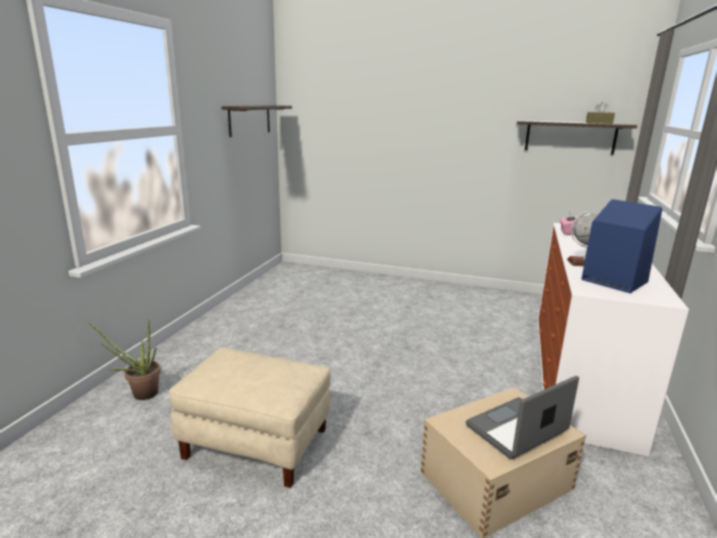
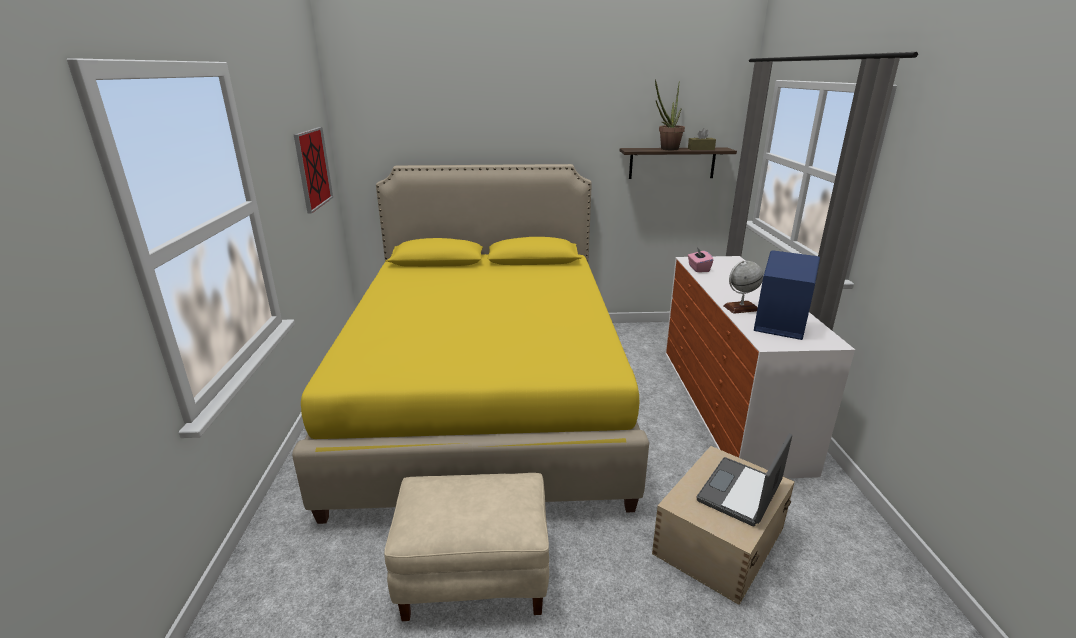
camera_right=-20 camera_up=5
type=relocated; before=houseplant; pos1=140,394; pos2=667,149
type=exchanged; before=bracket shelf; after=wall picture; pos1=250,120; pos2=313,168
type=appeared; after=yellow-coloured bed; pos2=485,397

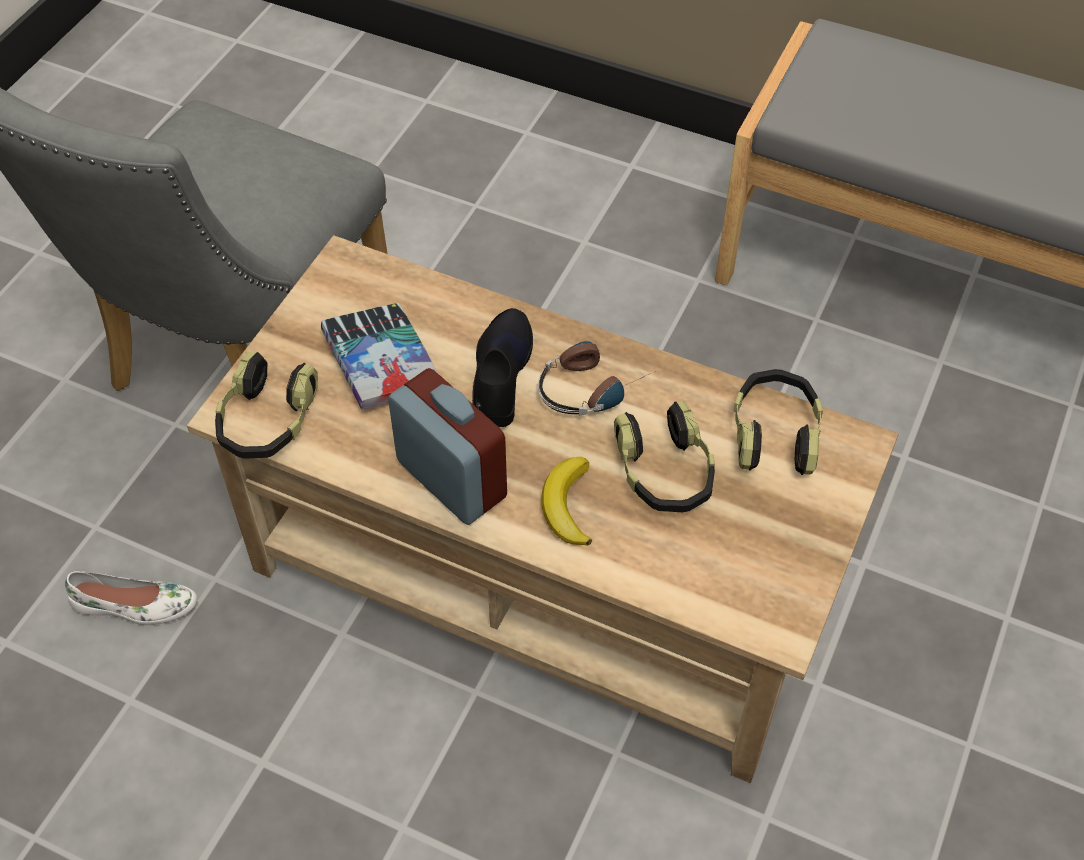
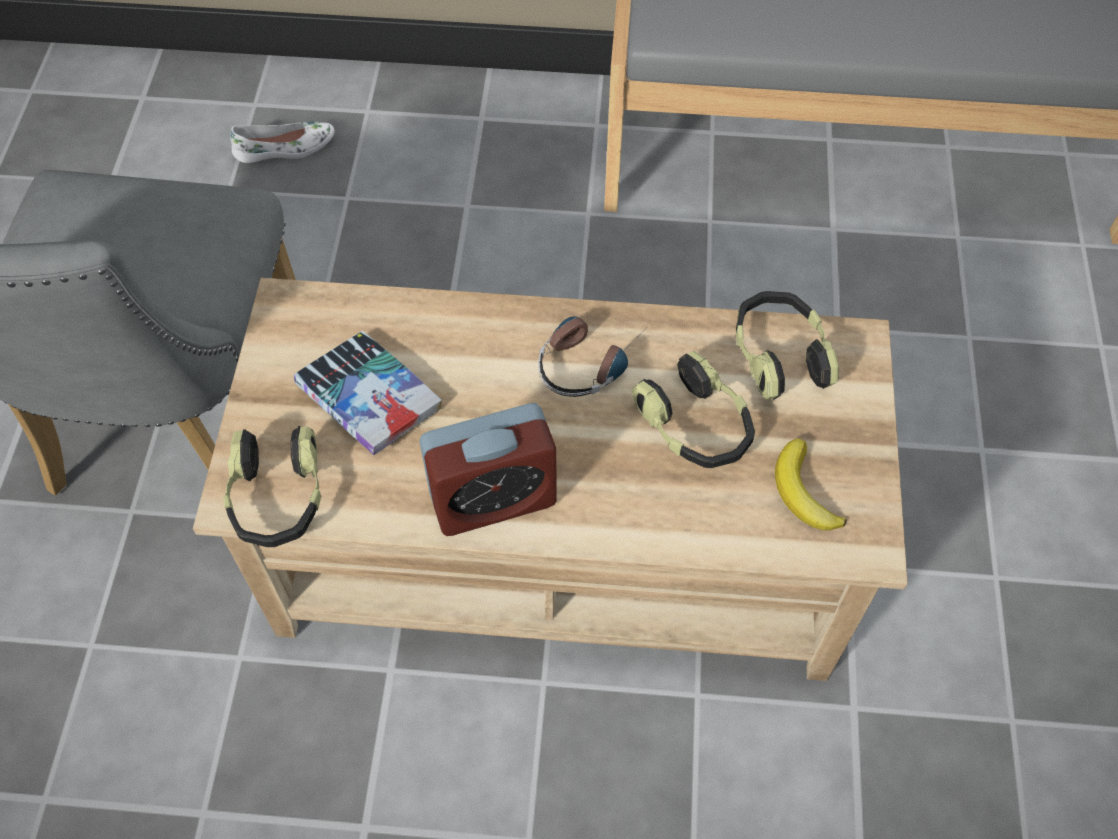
camera_right=-20 camera_up=5
type=relocated; before=whitish shoe; pos1=135,605; pos2=285,148
type=spun; before=table clock; pos1=451,480; pos2=493,499; turn=135
type=missing; before=black shoe; pos1=500,375
type=relocated; before=banana fruit; pos1=567,505; pos2=803,491

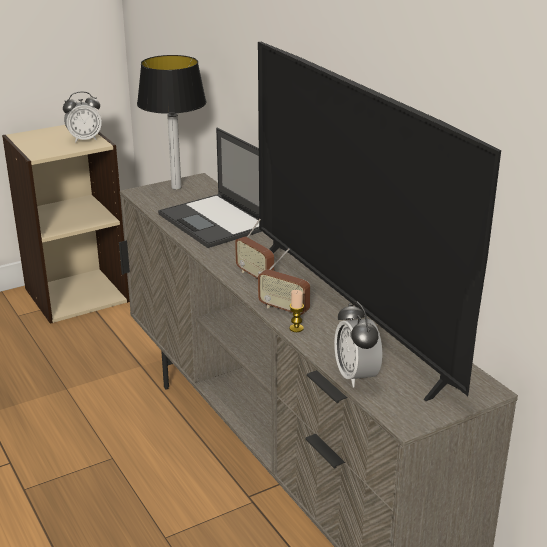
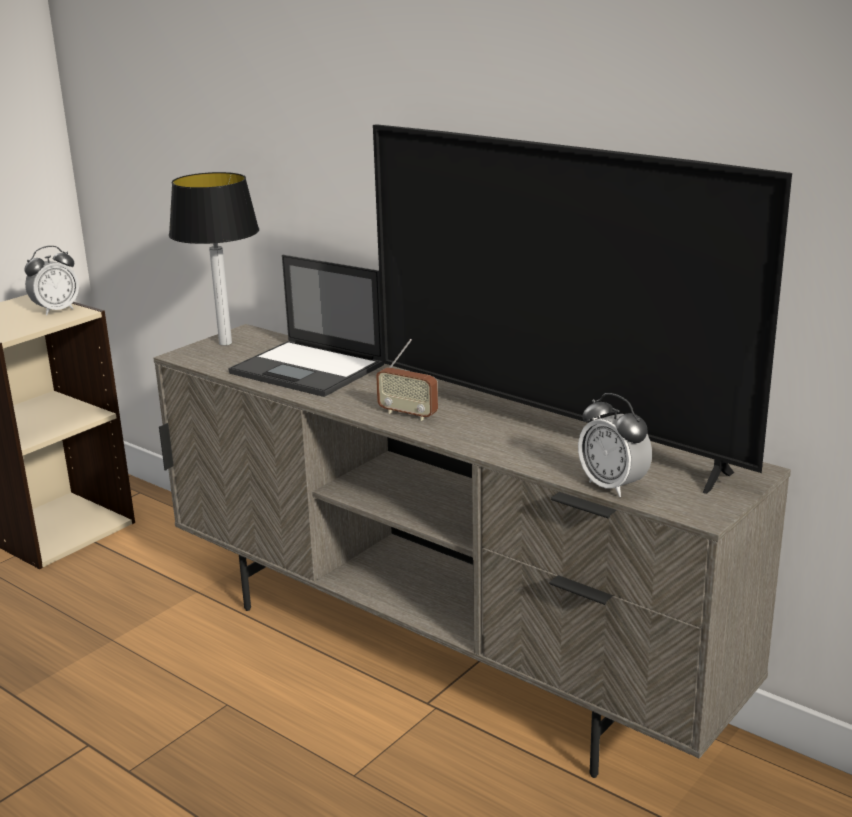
camera_right=-20 camera_up=-5
type=missing; before=radio receiver; pos1=284,309
type=missing; before=candle; pos1=296,328

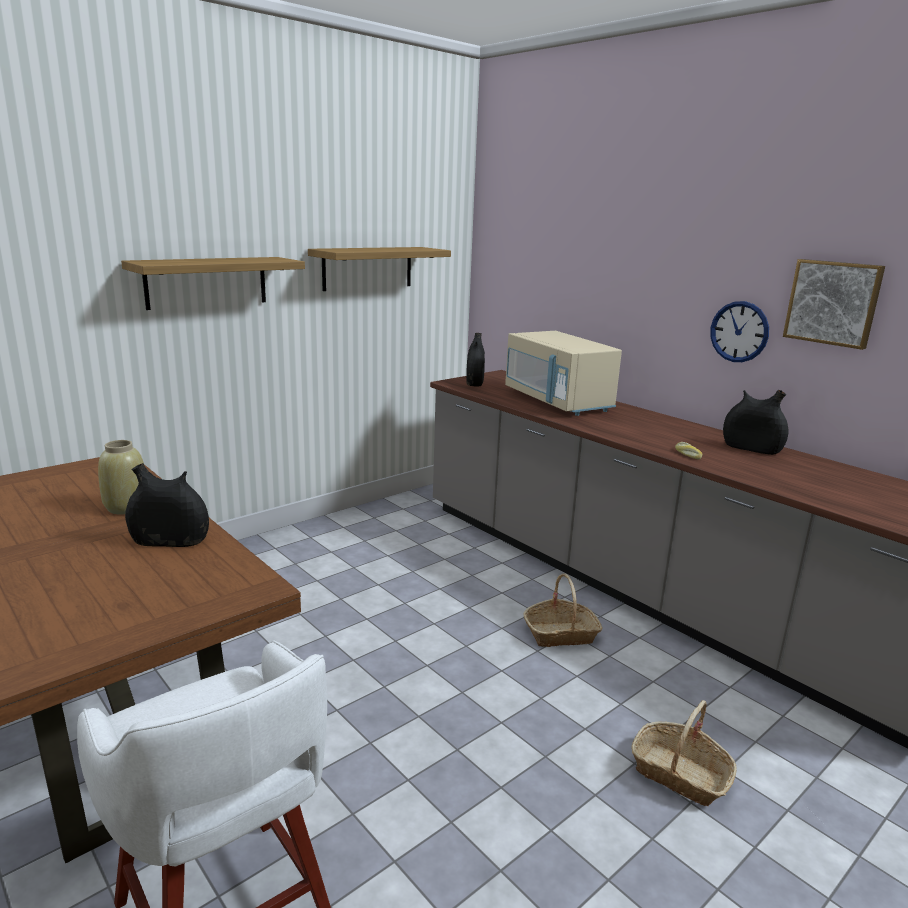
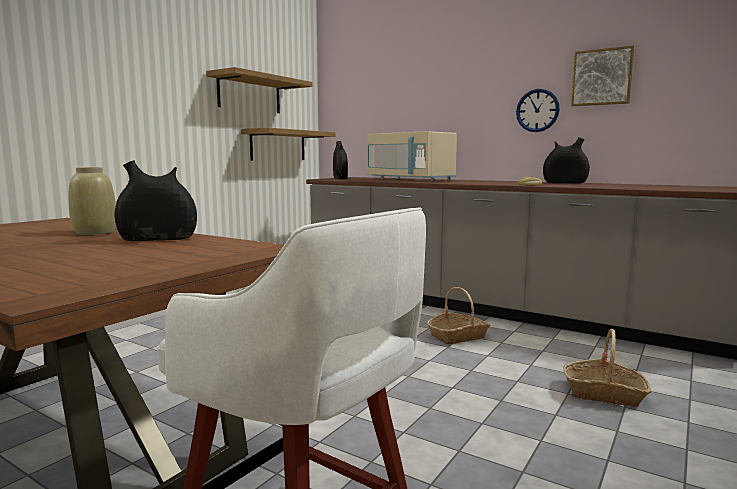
camera_right=-15 camera_up=-10
type=relocated; before=bracket shelf; pos1=206,282; pos2=278,145

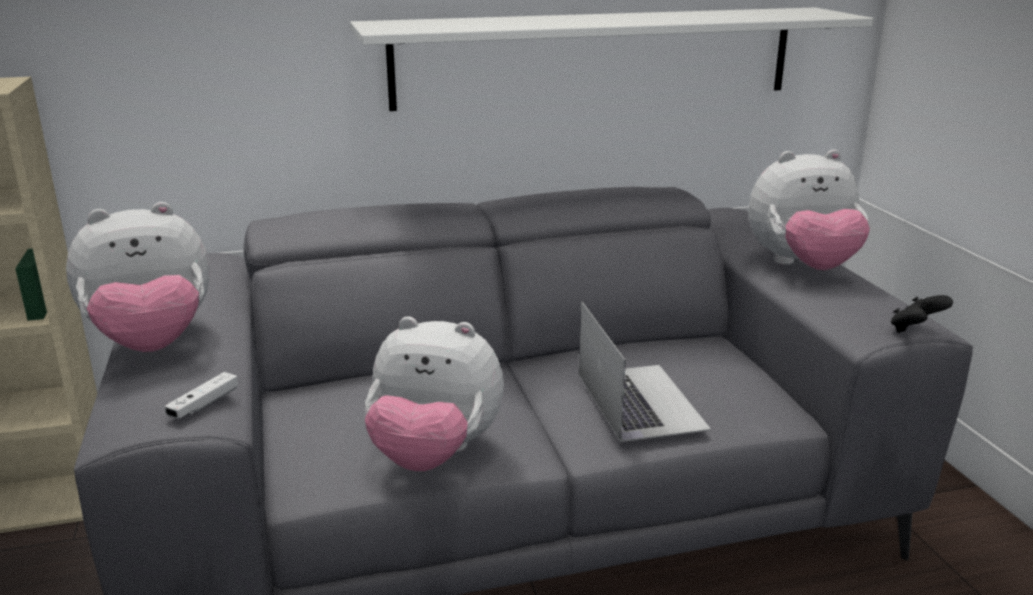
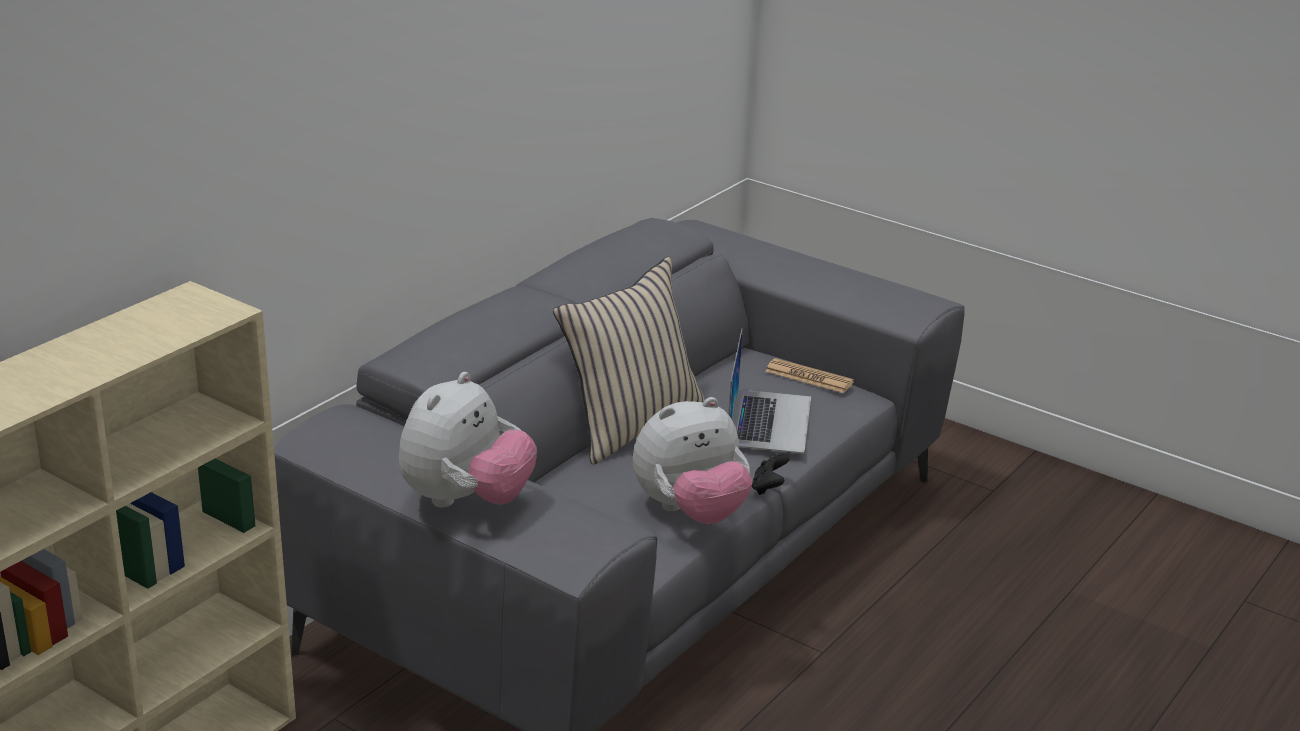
camera_right=-40 camera_up=5
type=missing; before=whitish game controller; pos1=204,404
type=missing; before=whitish bracket shelf; pos1=596,57
type=spun; before=portable computer; pos1=640,400; pos2=769,420; turn=60
type=missing; before=soft toy; pos1=802,267
type=relocated; before=black game controller; pos1=915,330; pos2=768,488
type=appeared; after=sand-coloured pillow; pos2=630,425
type=appeared; after=newspaper; pos2=809,377

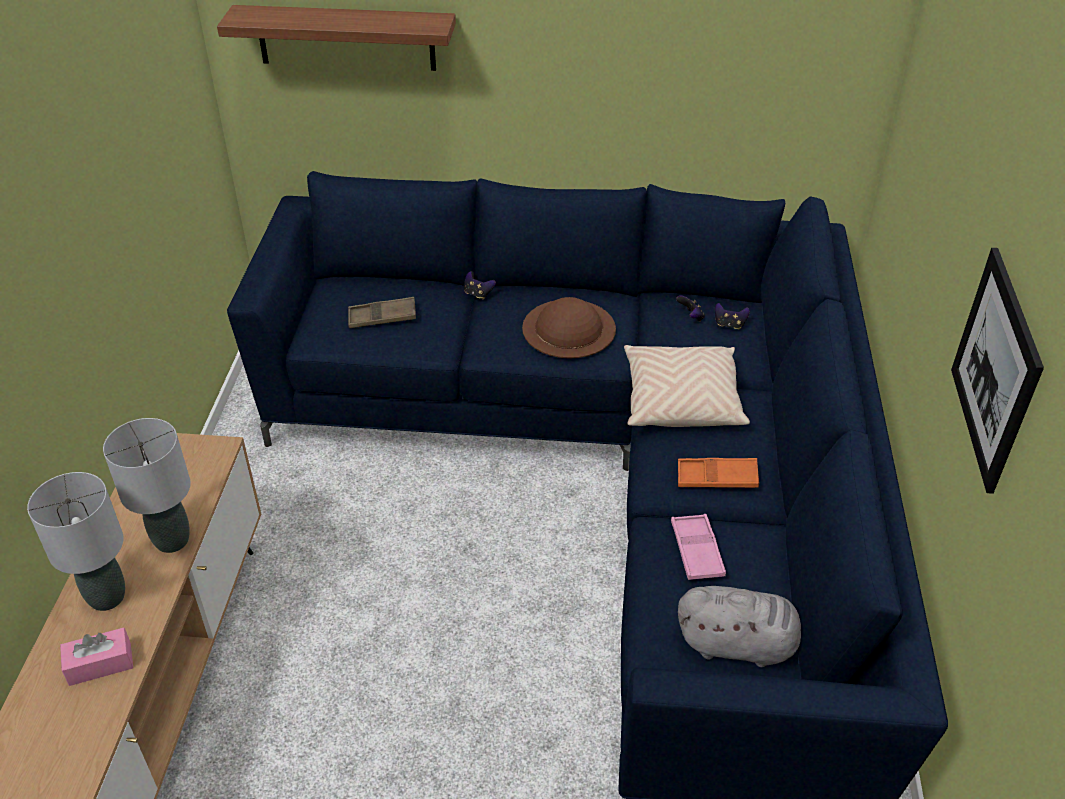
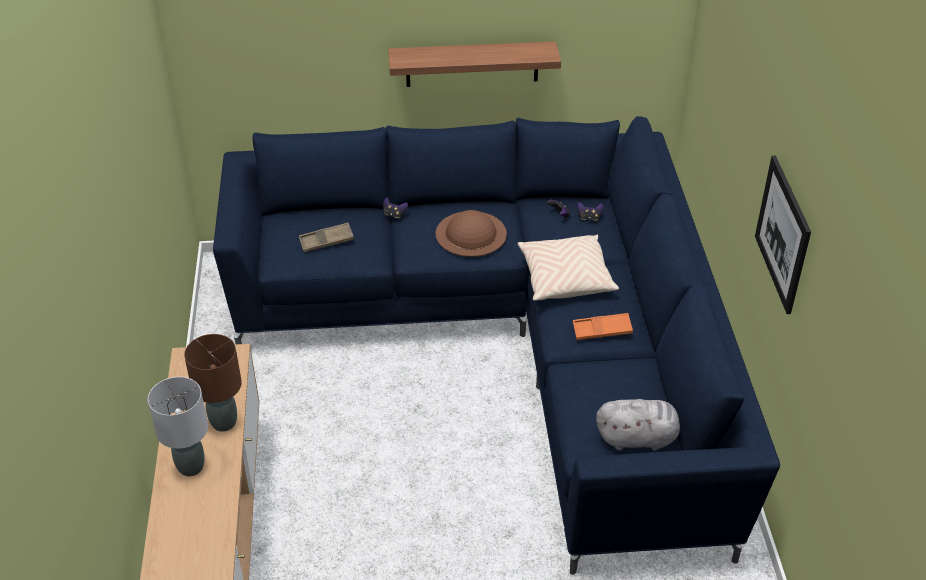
camera_right=-10 camera_up=0
type=missing; before=pink tissue holder; pos1=100,664
type=colour; before=greyish tabletop lamp; after=brownish tabletop lamp; pos1=171,540; pos2=223,422
type=relocated; before=bracket shelf; pos1=346,38; pos2=472,64
type=missing; before=pink serving tray; pos1=696,551

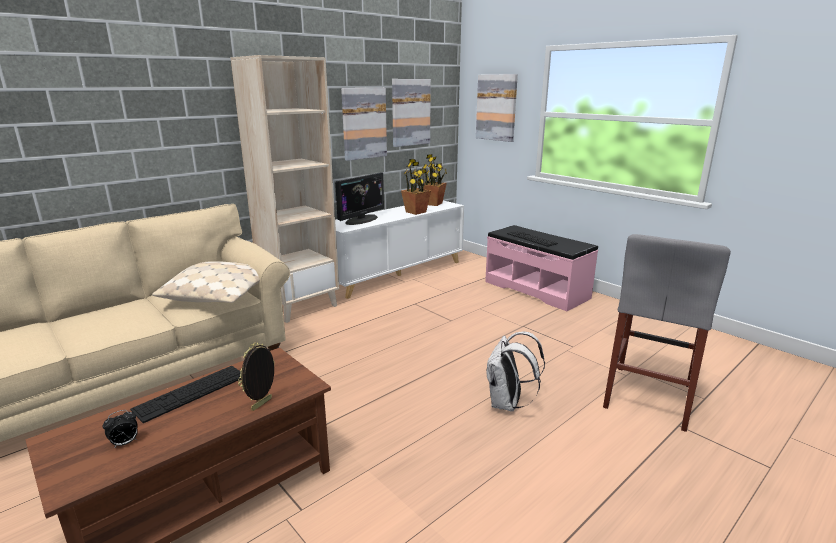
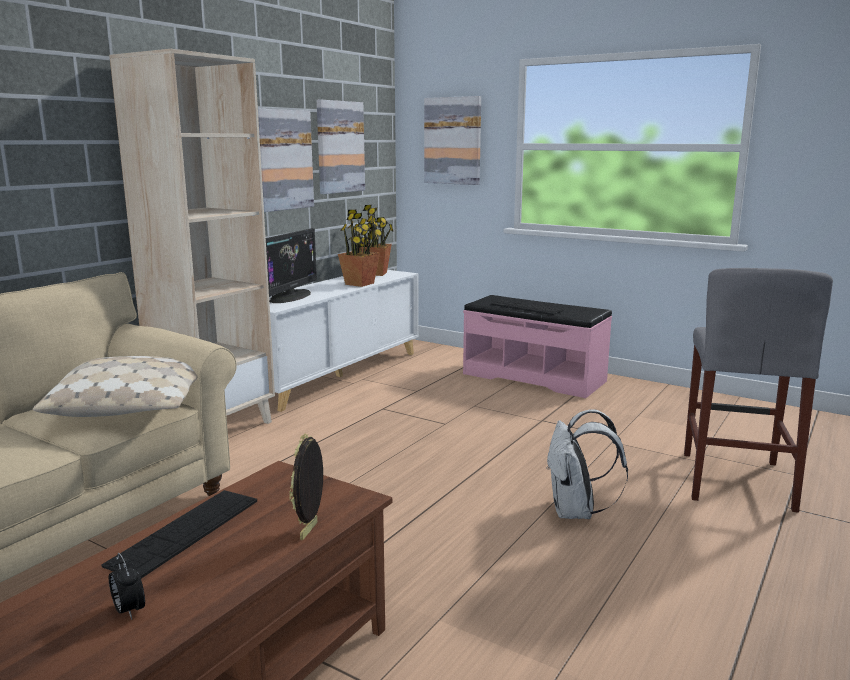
camera_right=-15 camera_up=-5
type=spun; before=table clock; pos1=125,443; pos2=128,610; turn=105

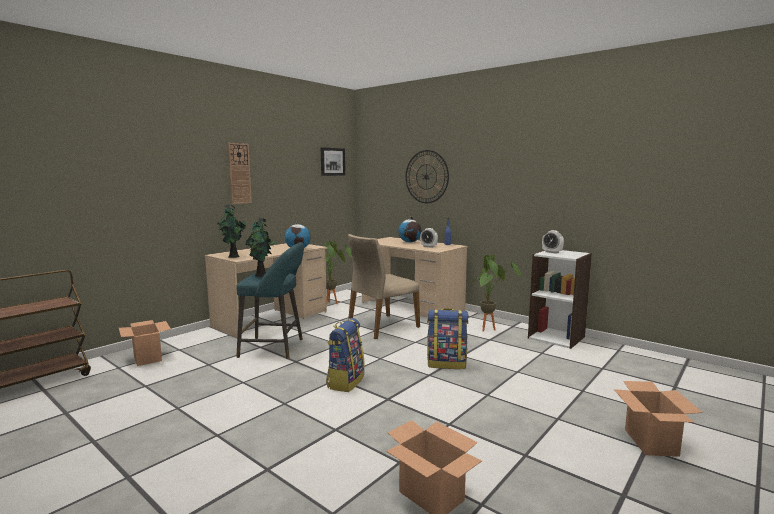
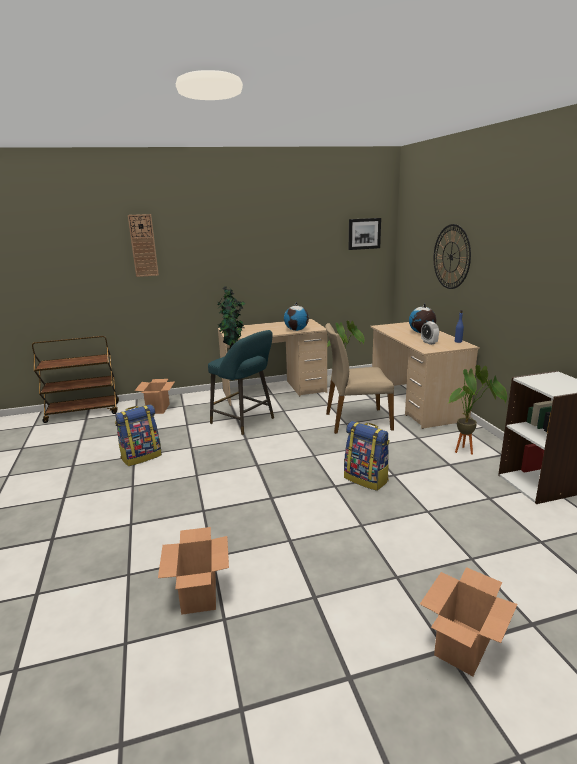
camera_right=35 camera_up=10
type=relocated; before=wall clock; pos1=239,173; pos2=143,245
type=relocated; before=knapsack; pos1=345,381; pos2=141,456
type=missing; before=table clock; pos1=552,252

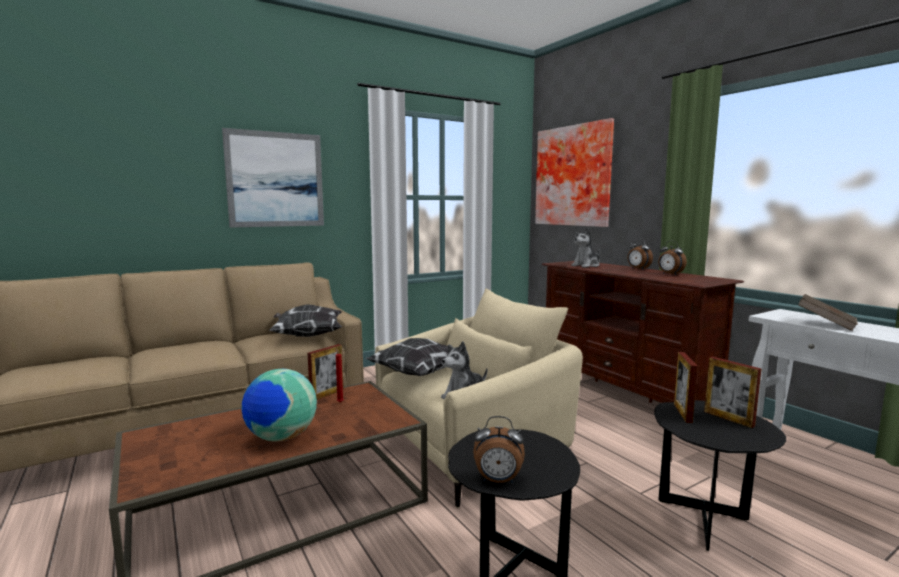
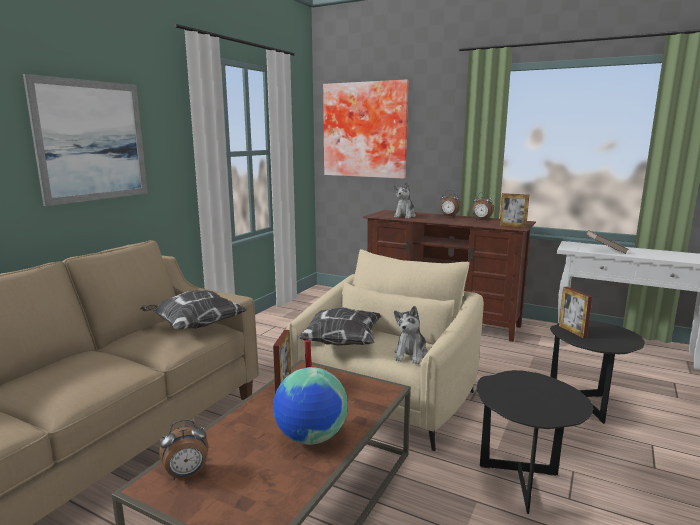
camera_right=-30 camera_up=5
type=relocated; before=table clock; pos1=498,480; pos2=187,475
type=relocated; before=picture frame; pos1=728,419; pos2=512,226

